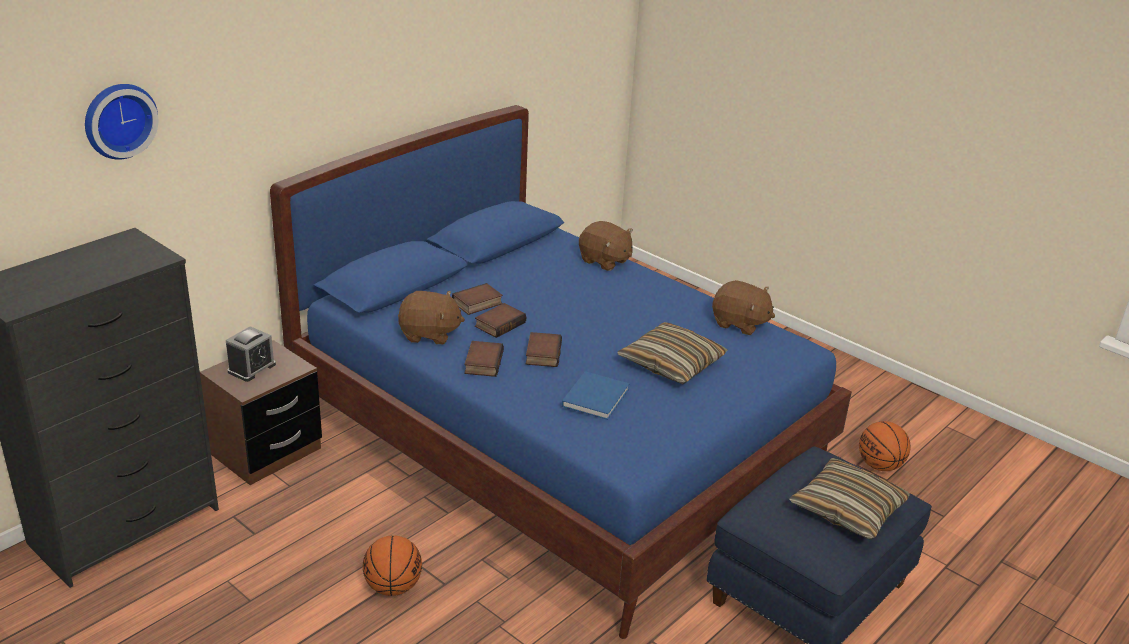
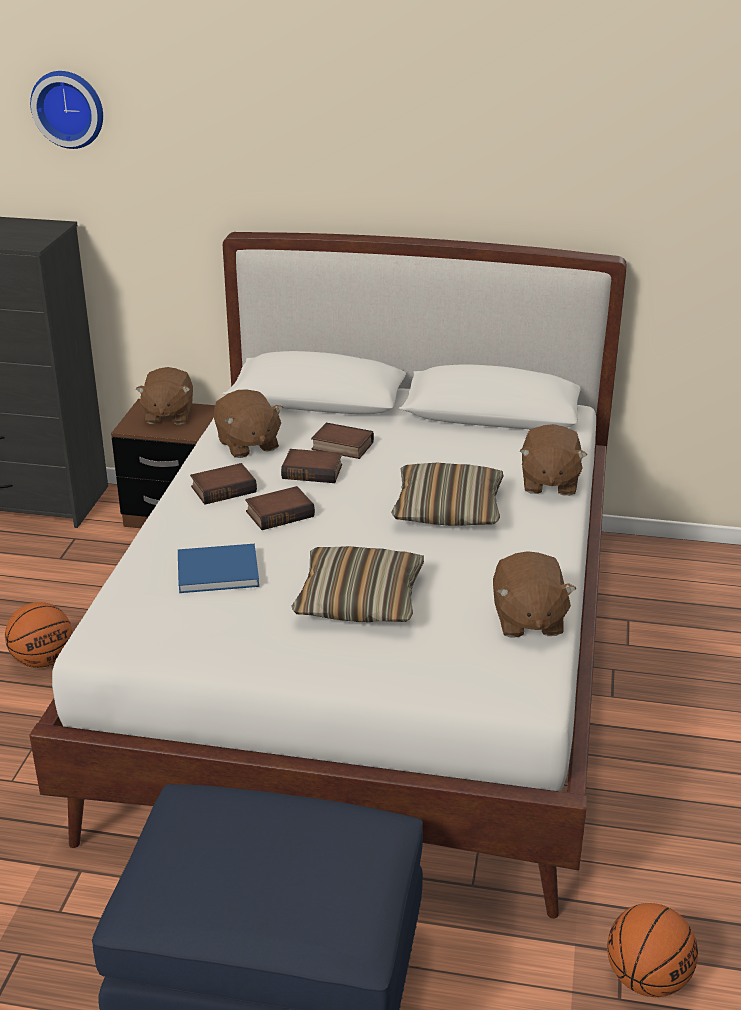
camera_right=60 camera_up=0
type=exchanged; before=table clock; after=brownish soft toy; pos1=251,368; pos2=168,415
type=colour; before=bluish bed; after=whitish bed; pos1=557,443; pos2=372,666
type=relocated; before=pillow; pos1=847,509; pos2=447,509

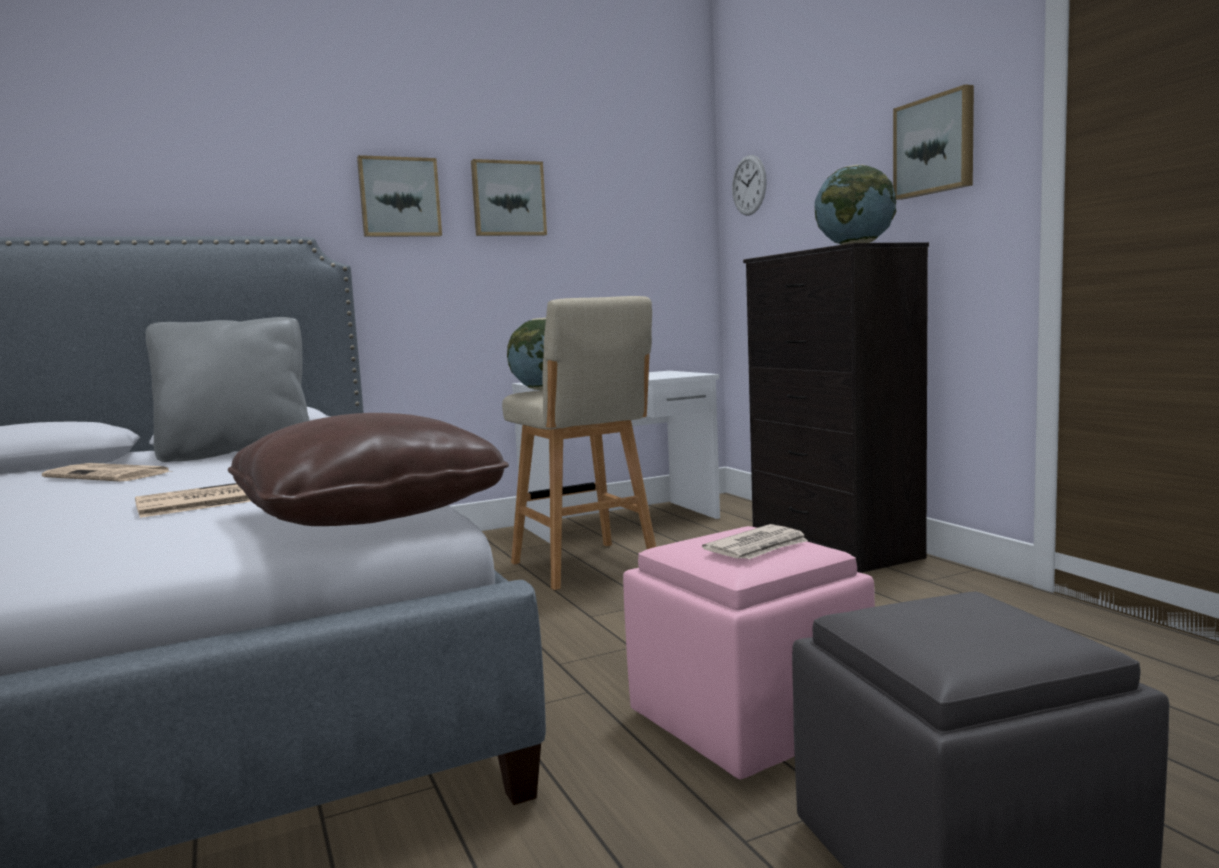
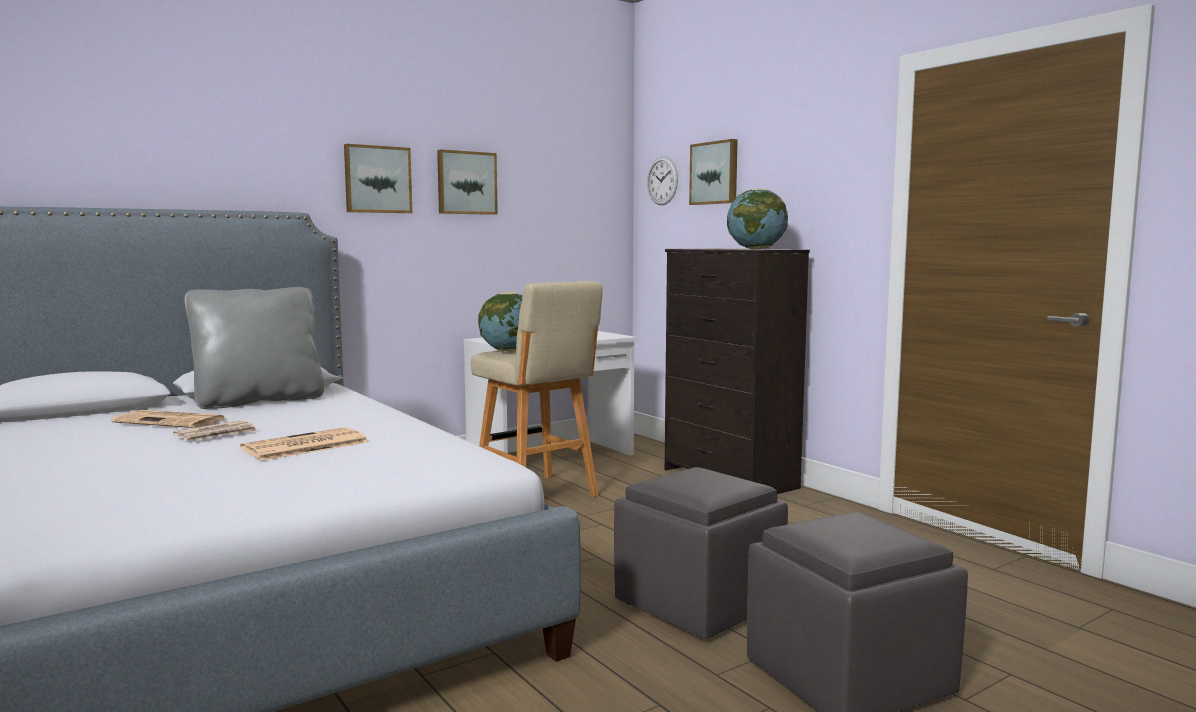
camera_right=-10 camera_up=0
type=missing; before=brownish pillow; pos1=368,514
type=colour; before=pink footrest; after=greyish footrest; pos1=751,721; pos2=700,604
type=relocated; before=newspaper; pos1=758,548; pos2=217,434
type=relocated; before=wall picture; pos1=935,145; pos2=715,173

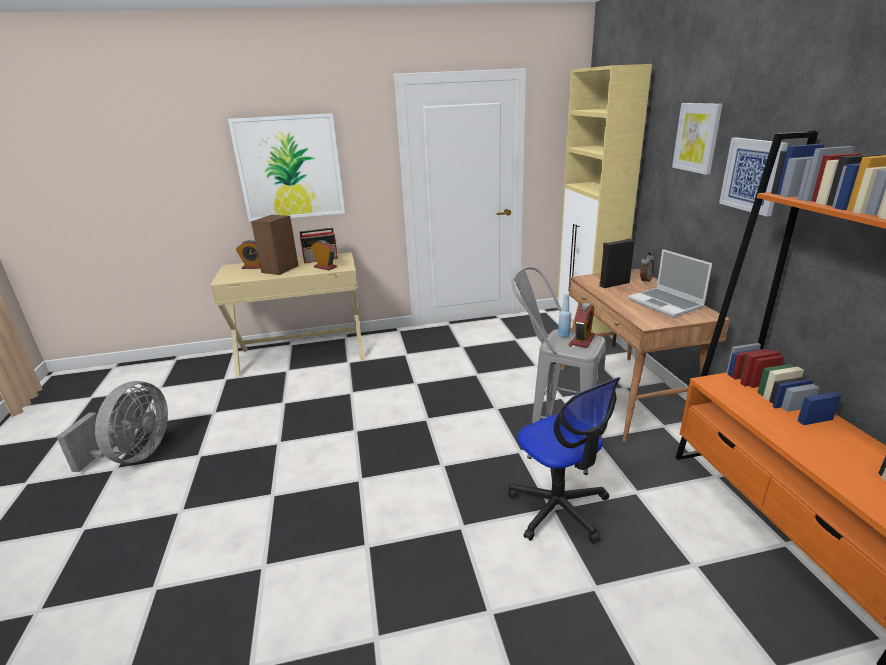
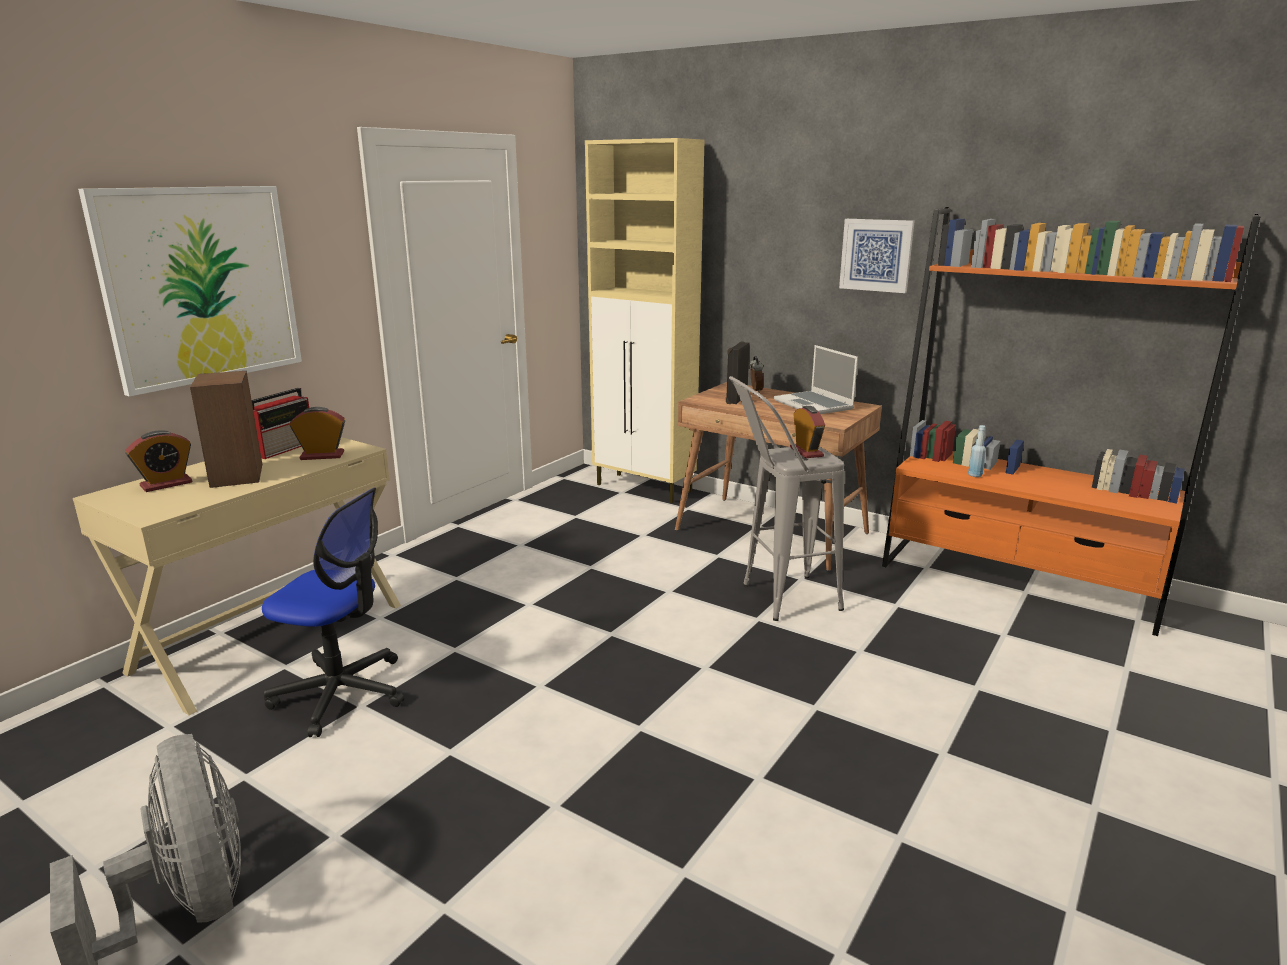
camera_right=-45 camera_up=-5
type=relocated; before=office chair; pos1=559,508; pos2=341,693
type=relocated; before=bluish bottle; pos1=563,335; pos2=975,475
type=spun; before=portable computer; pos1=666,304; pos2=814,405; turn=45
type=missing; before=wall picture; pos1=697,137

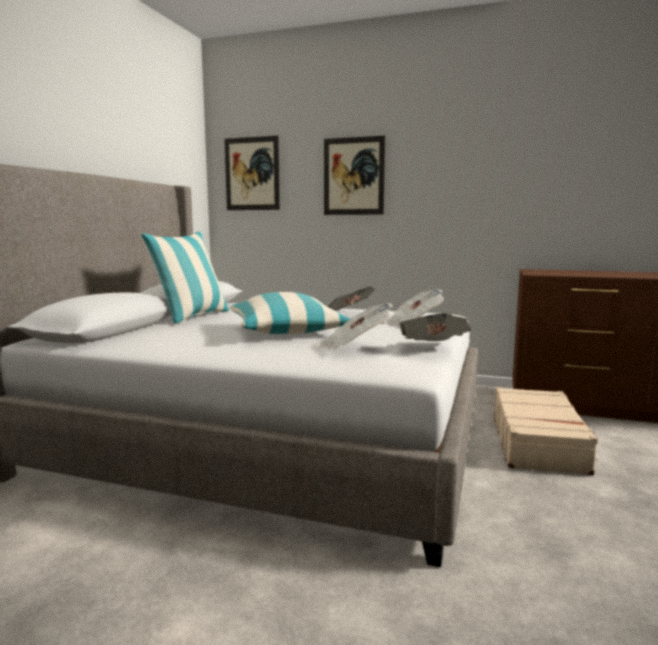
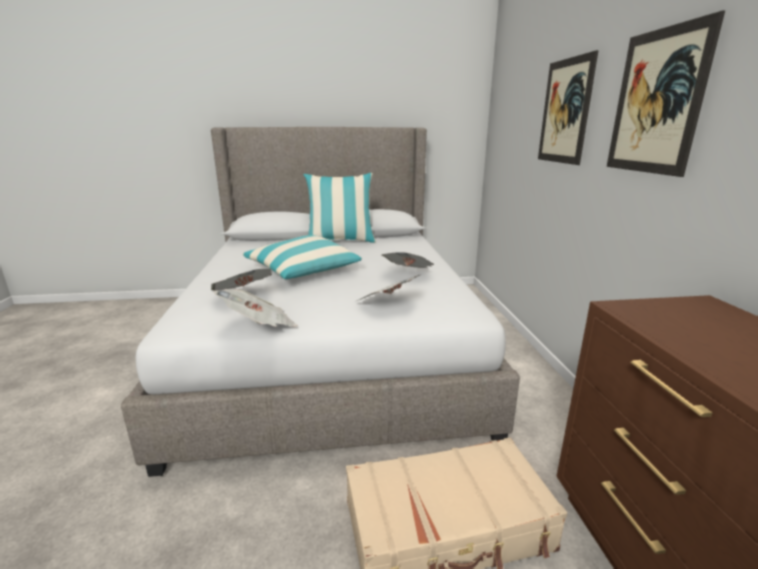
camera_right=65 camera_up=10
type=relocated; before=wall picture; pos1=252,174; pos2=656,102

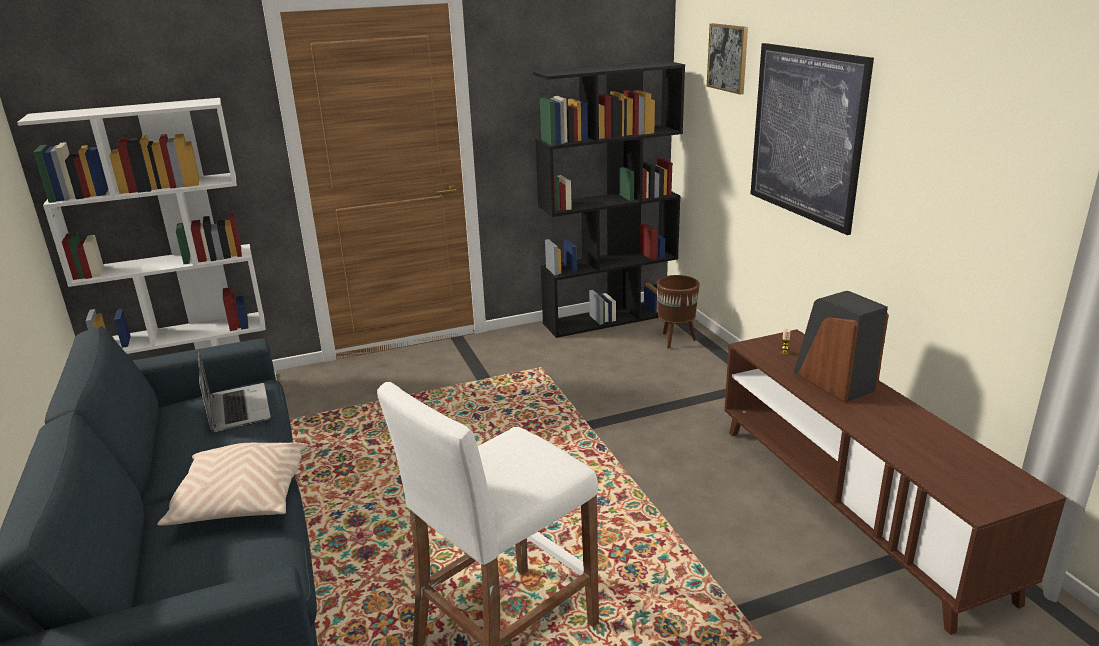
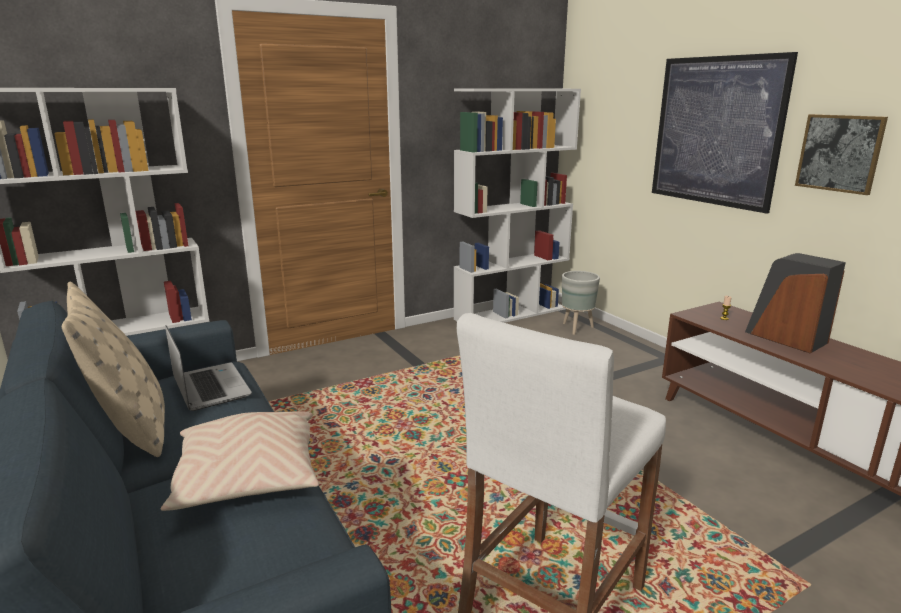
camera_right=-10 camera_up=-5
type=colour; before=black shelving unit; after=whitish shelving unit; pos1=610,318; pos2=511,313
type=colour; before=brownish flower pot; after=greyish flower pot; pos1=676,340; pos2=576,328
type=relocated; before=wall picture; pos1=728,58; pos2=839,153
type=appeared; after=sand-coloured pillow; pos2=130,427

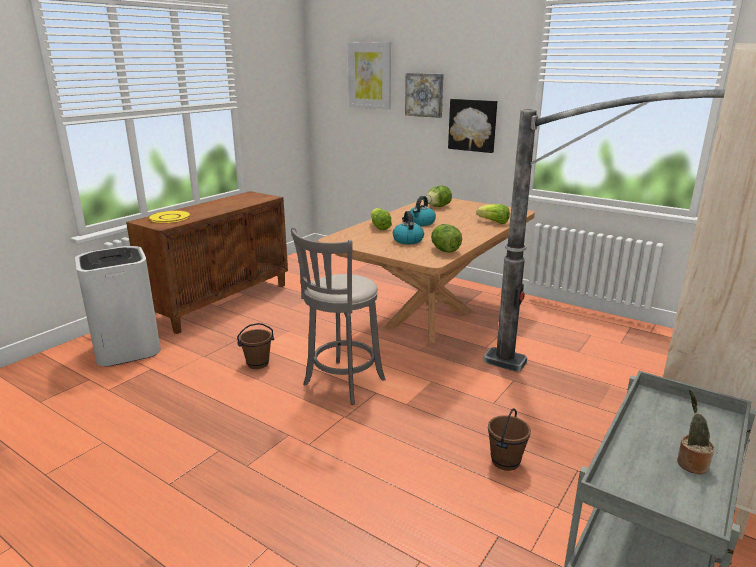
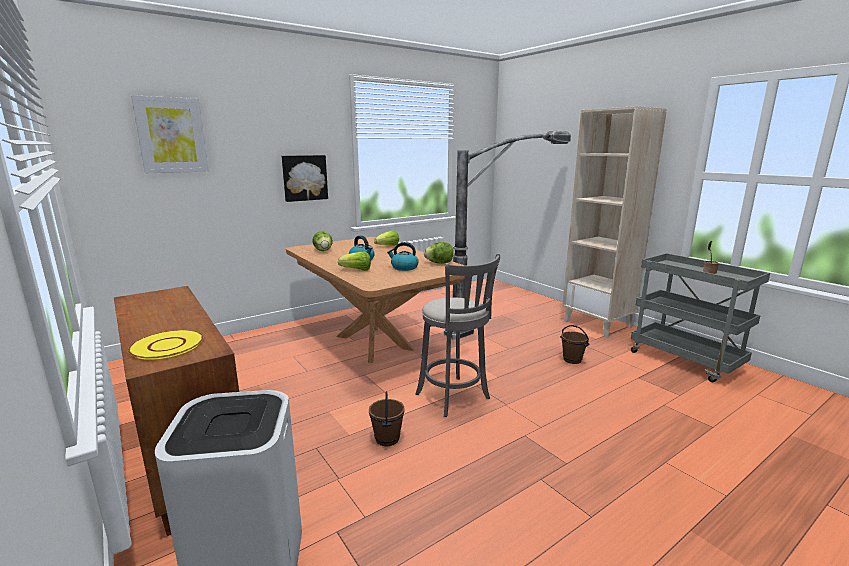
camera_right=-70 camera_up=-5
type=missing; before=wall picture; pos1=425,95

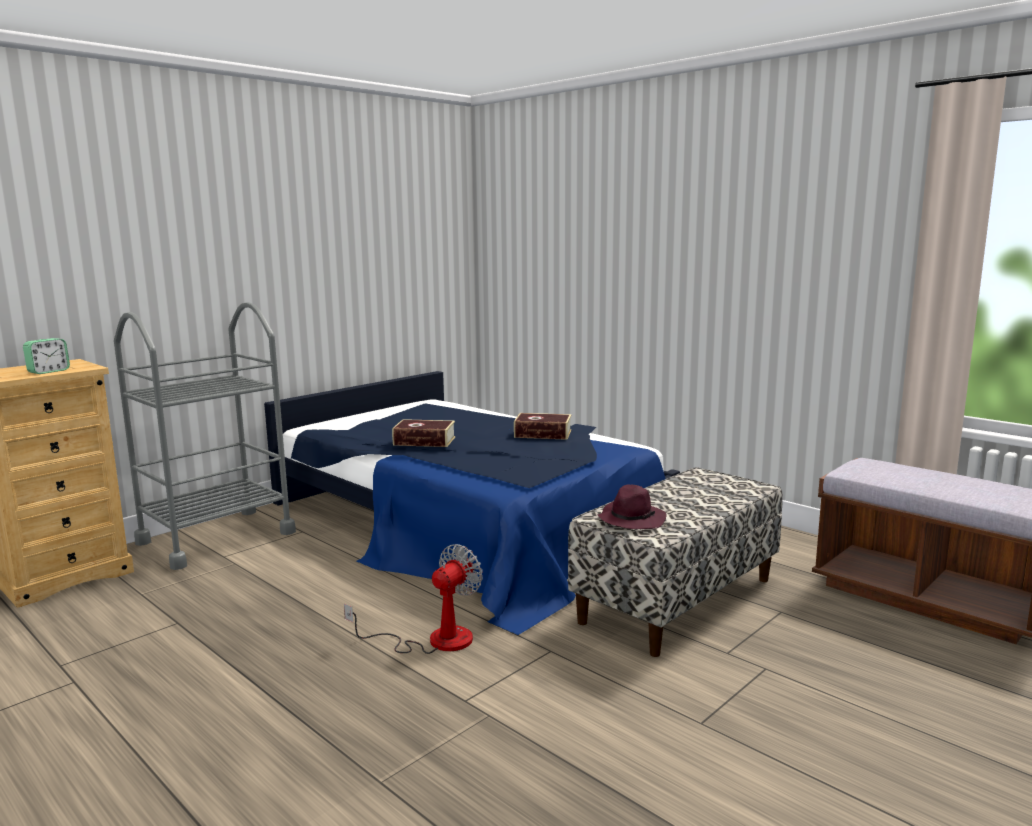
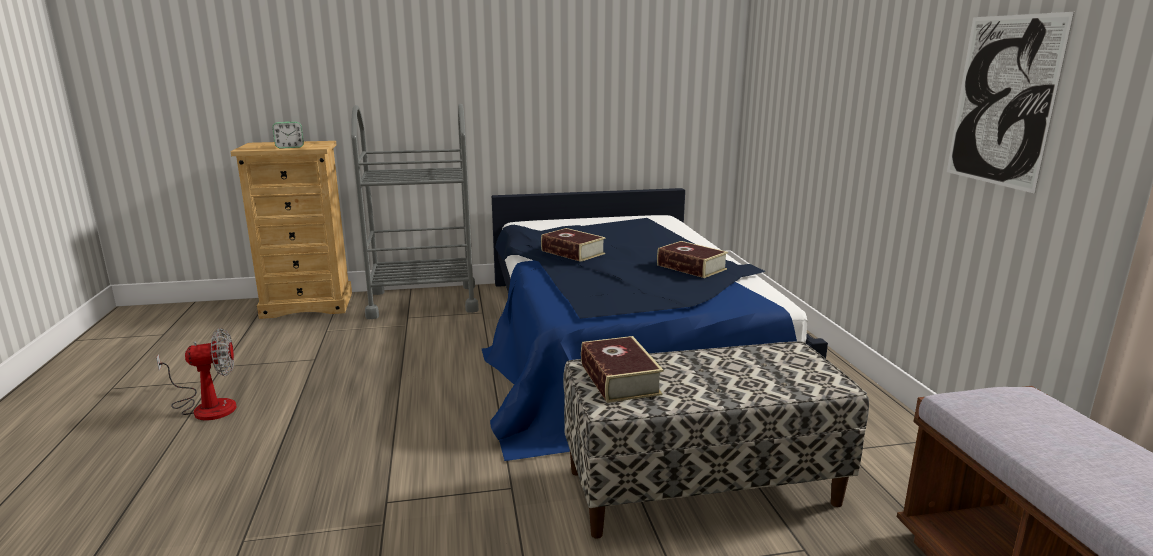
camera_right=35 camera_up=5
type=relocated; before=electric fan; pos1=434,640; pos2=207,406
type=exchanged; before=purple-coloured clothing hat; after=book; pos1=631,519; pos2=619,379
type=appeared; after=wall picture; pos2=1003,101

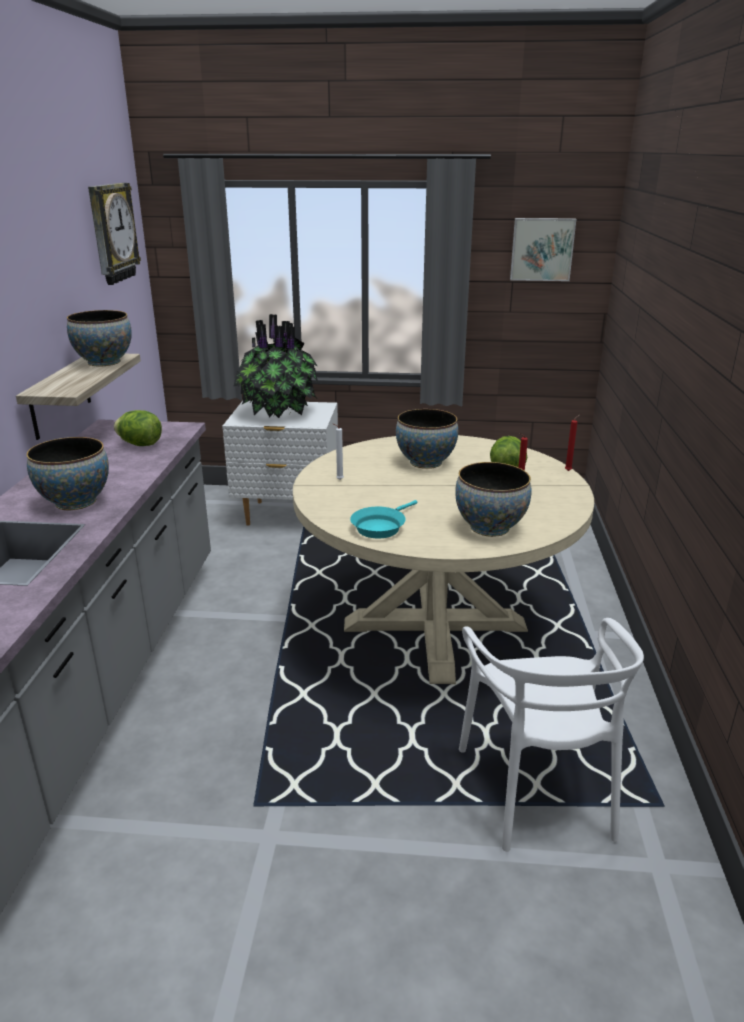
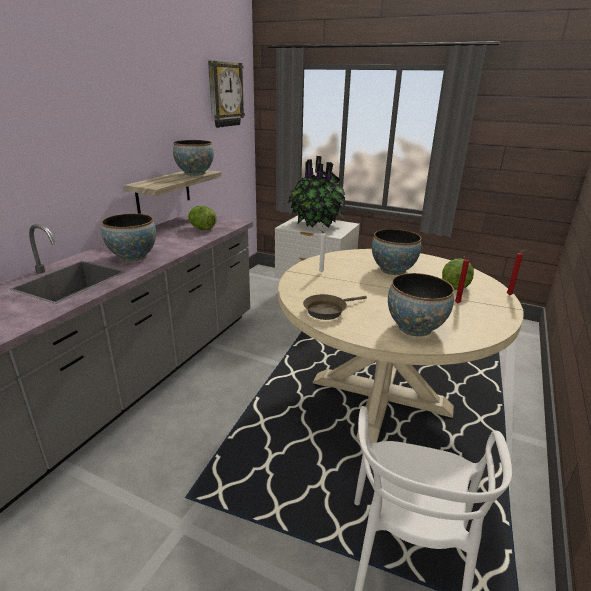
camera_right=20 camera_up=0
type=colour; before=blue-green pan; after=brownish pan; pos1=380,526; pos2=327,310
type=missing; before=wall picture; pos1=542,249

